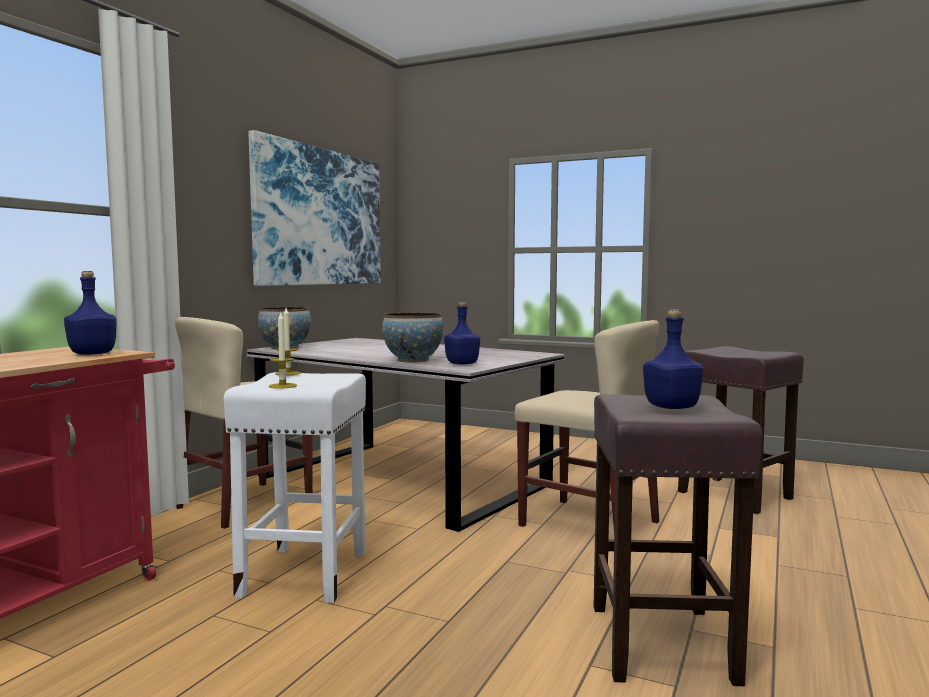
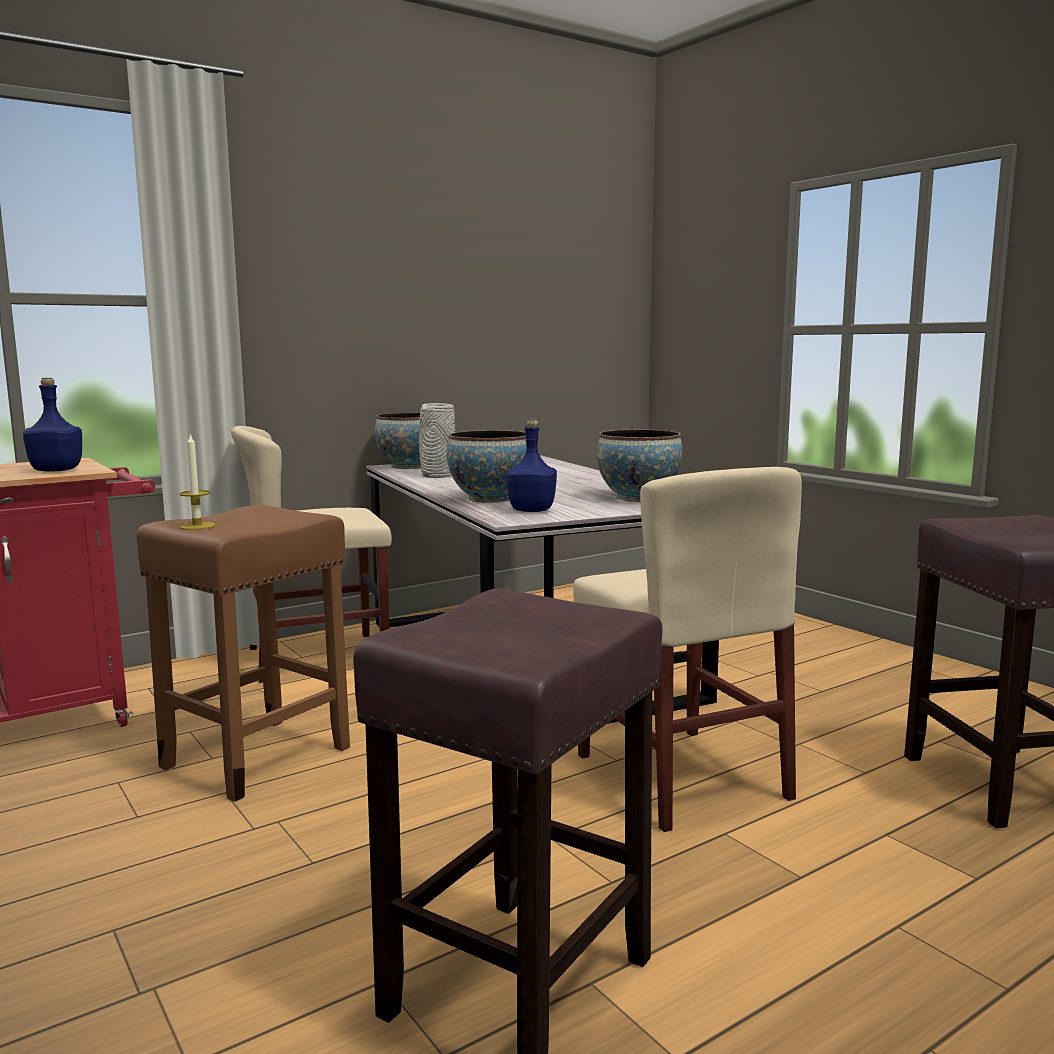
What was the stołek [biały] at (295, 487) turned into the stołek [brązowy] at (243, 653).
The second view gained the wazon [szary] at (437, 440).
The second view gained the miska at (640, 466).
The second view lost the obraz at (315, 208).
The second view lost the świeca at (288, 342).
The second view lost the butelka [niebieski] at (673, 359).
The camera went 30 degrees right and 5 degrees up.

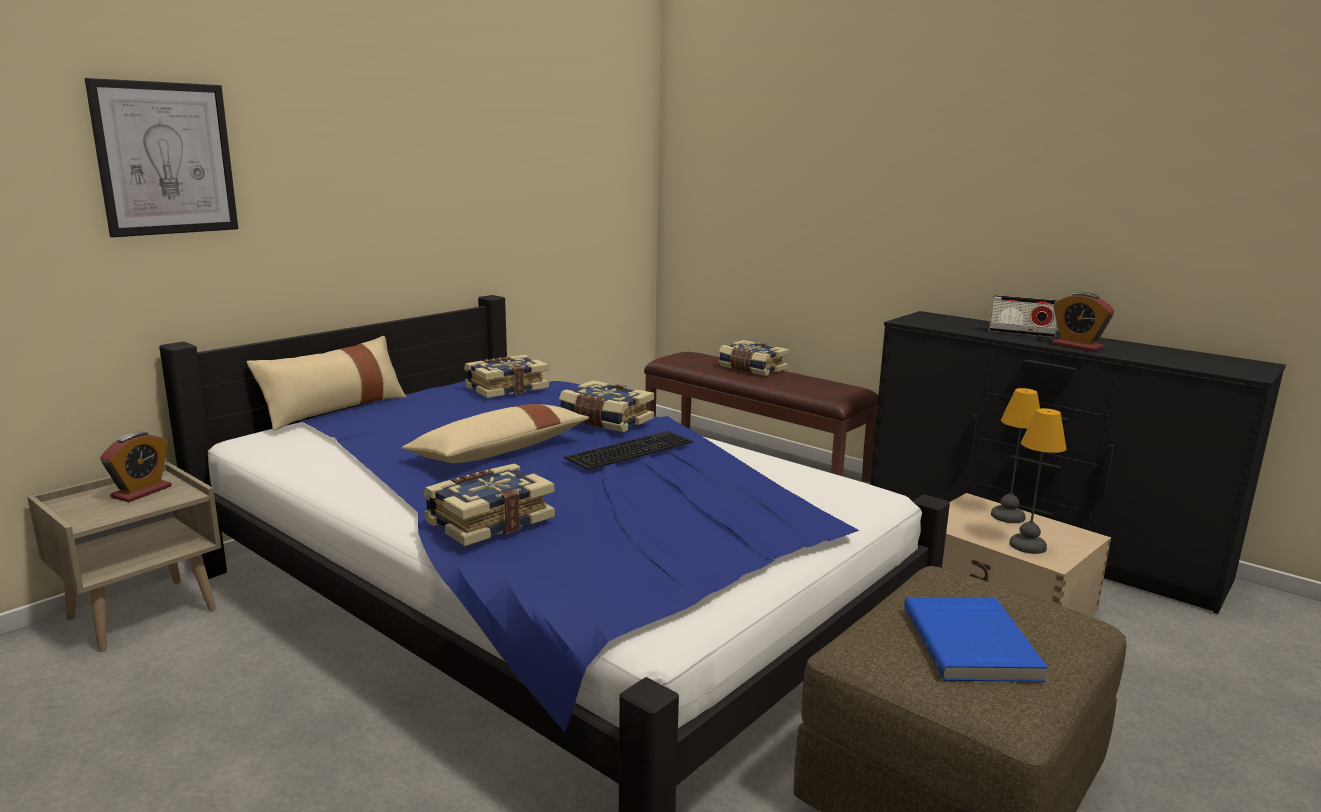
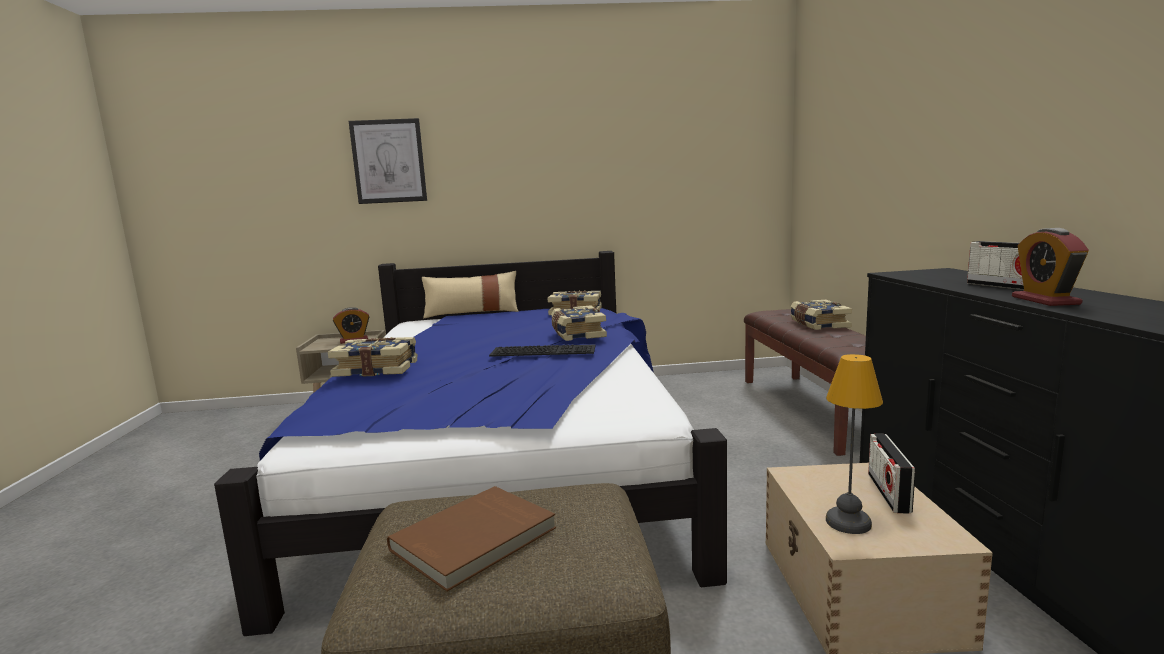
What was the książka [niebieski] at (976, 639) turned into the książka [brązowy] at (471, 538).
Where the lampa stołowa stood at (1015, 455), the radio came to stand at (891, 474).
The second view lost the poduszka [beżowy] at (495, 433).
The camera went 45 degrees right and 5 degrees down.

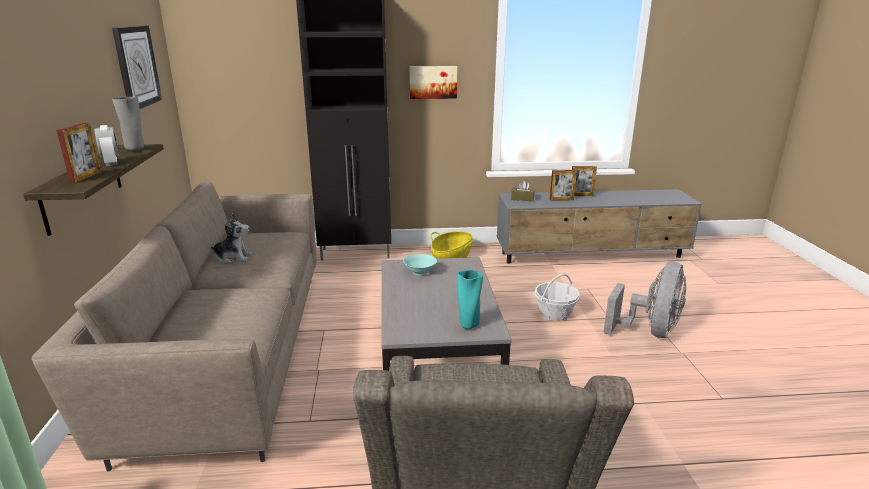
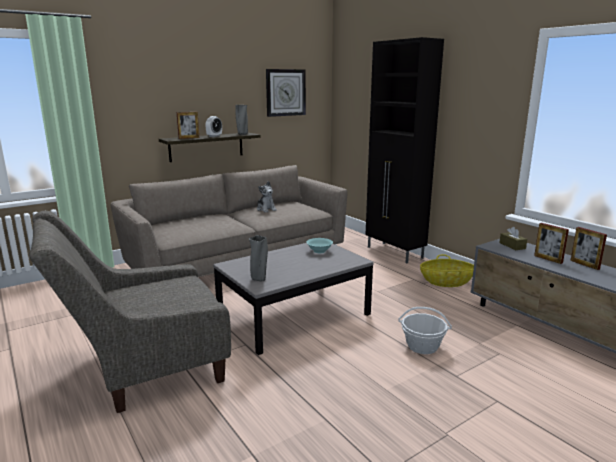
What was the wazon [turkusowy] at (470, 299) turned into the wazon [szary] at (258, 258).
The second view lost the obraz at (433, 82).
The second view lost the wentylator [szary] at (644, 300).
The camera went 60 degrees right and 5 degrees down.

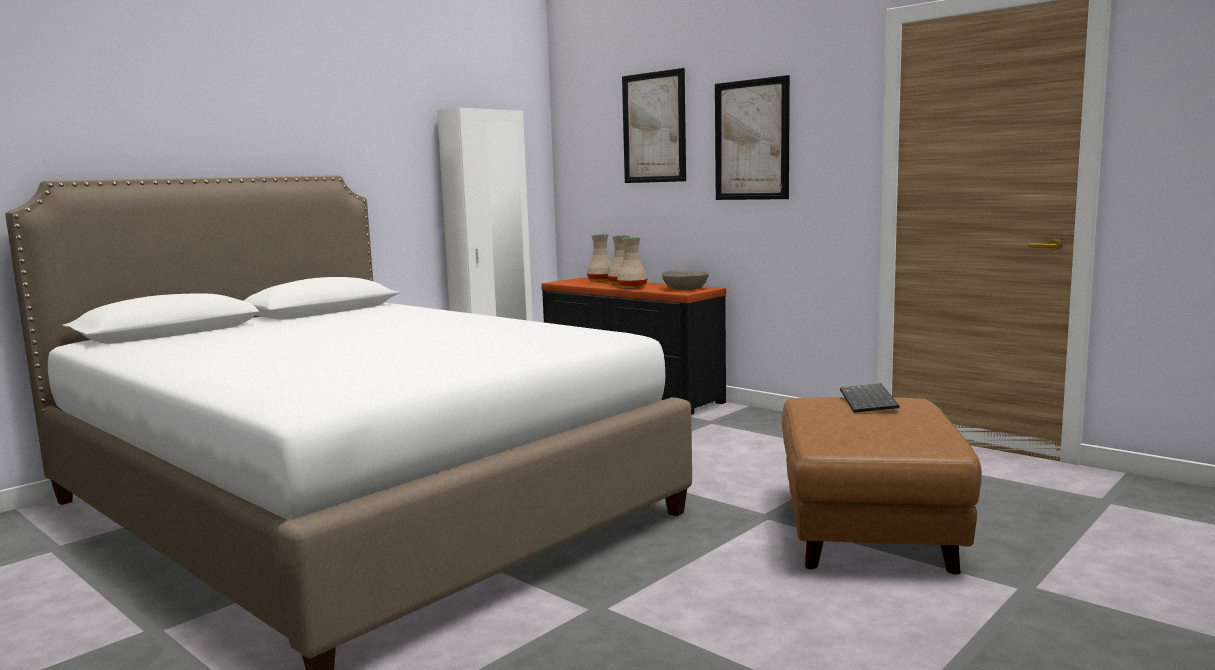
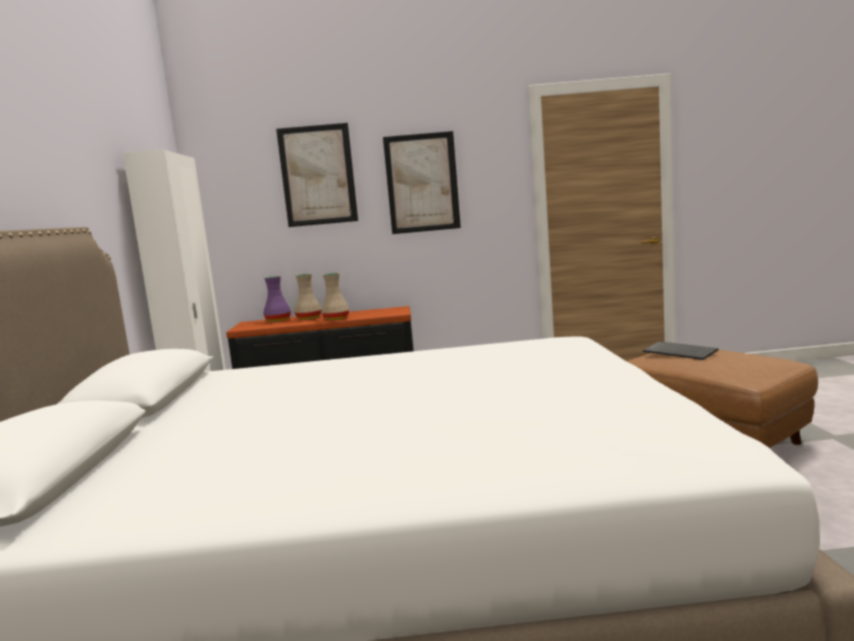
What was the wazon [beżowy] at (599, 258) turned into the wazon [fioletowy] at (277, 299).
The second view lost the miska [szary] at (685, 280).
The camera went 45 degrees left and 0 degrees up.

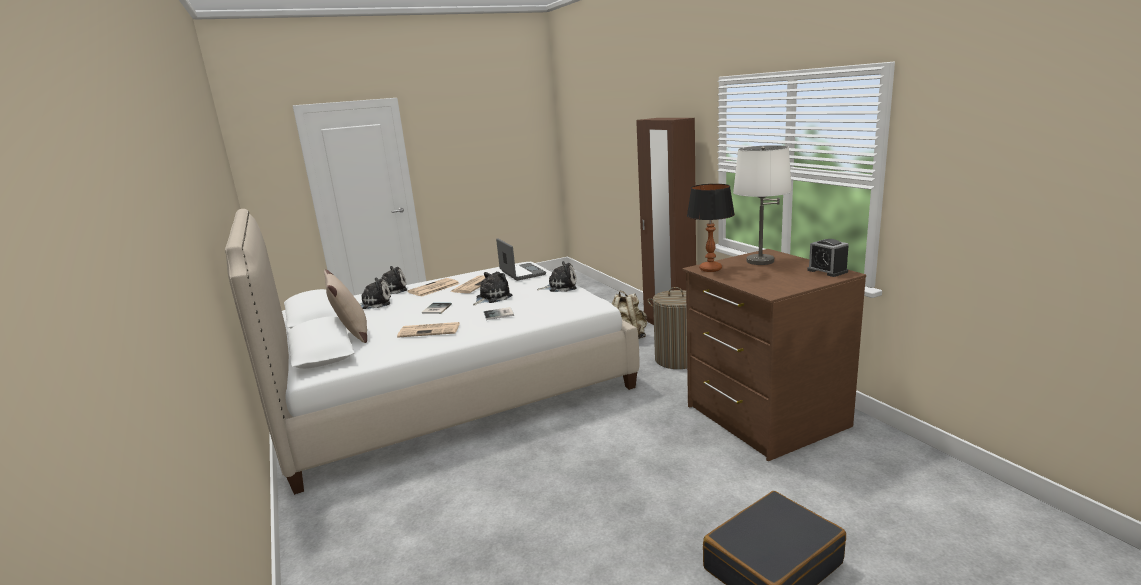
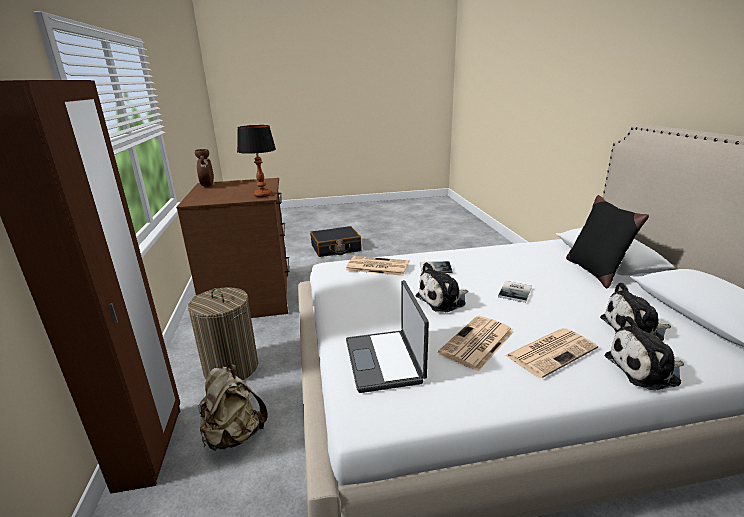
Where the budzik stood at (828, 258), the wazon [brązowy] came to stand at (204, 168).
The gazeta ended up elsewhere, having gone from (428, 330) to (377, 266).
What was the poduszka [beżowy] at (345, 306) turned into the poduszka [czarny] at (607, 242).
The second view lost the pluszak at (557, 276).
The second view lost the lampa stołowa [biały] at (762, 205).
The camera went 165 degrees left and 5 degrees up.

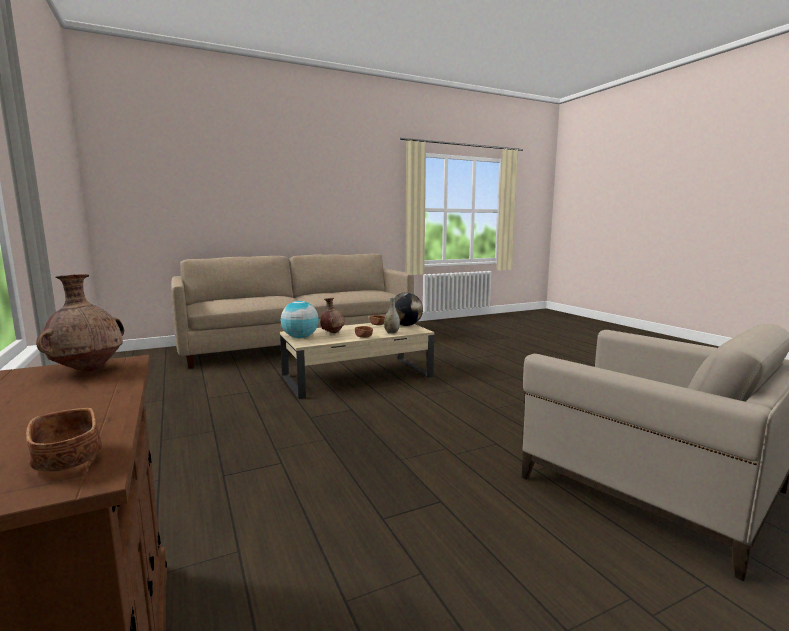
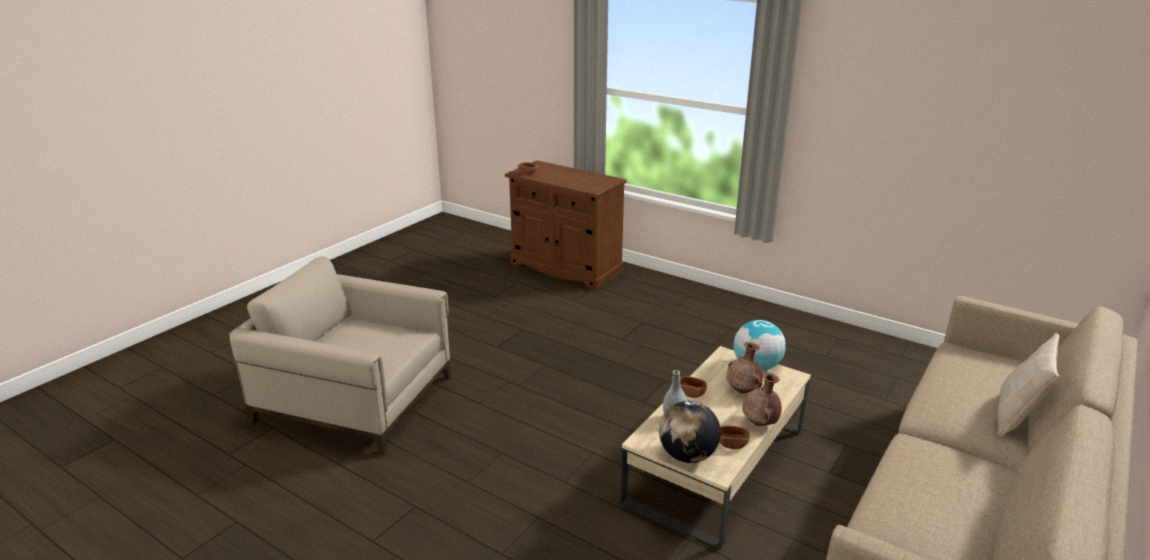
The wazon [brązowy] ended up elsewhere, having gone from (80, 322) to (762, 399).
The second view gained the poduszka [beżowy] at (1028, 385).
The camera went 150 degrees right and 15 degrees up.

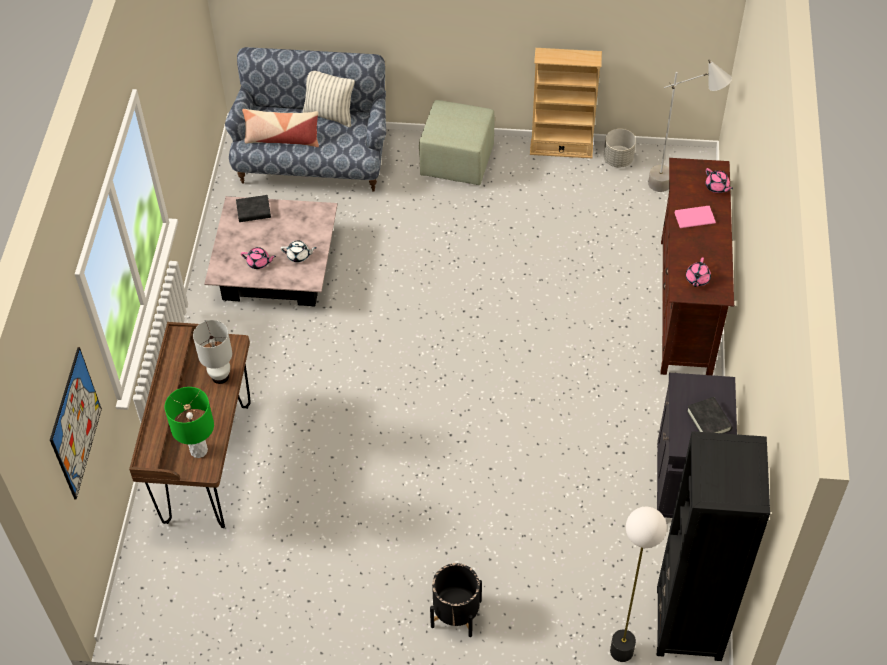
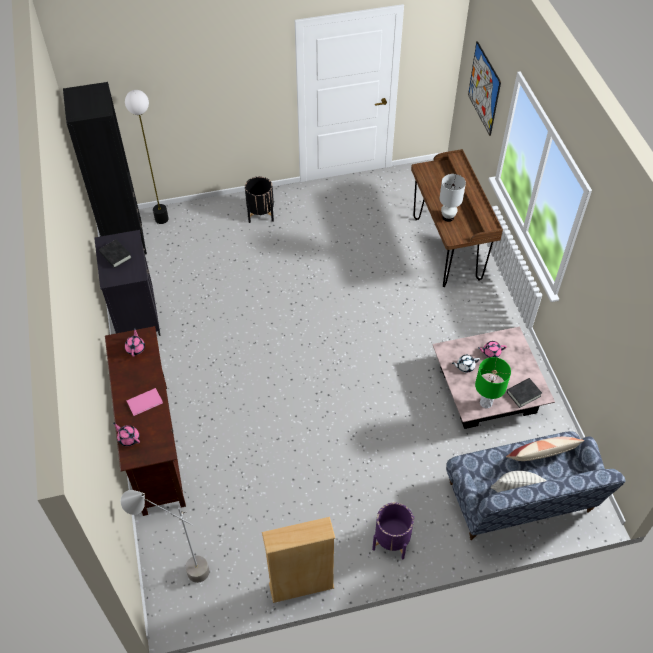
Where the pufa [zielony] stood at (457, 142), the donica [fioletowy] came to stand at (393, 530).
The lampa stołowa [zielony] ended up elsewhere, having gone from (189, 422) to (493, 383).
The second view lost the donica [szary] at (620, 148).
The camera went 160 degrees right and 0 degrees up.

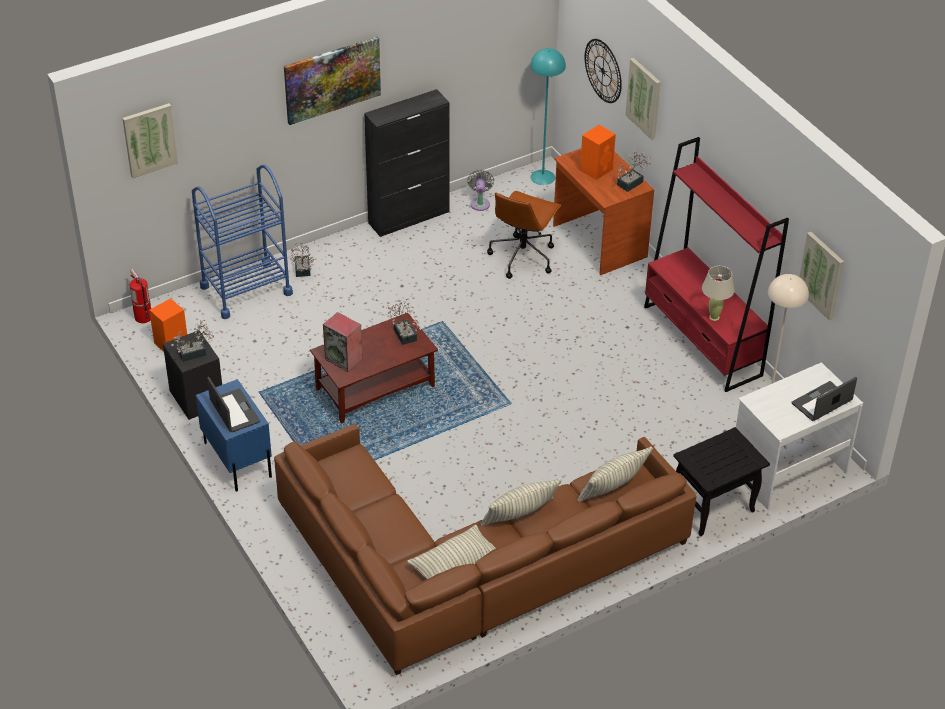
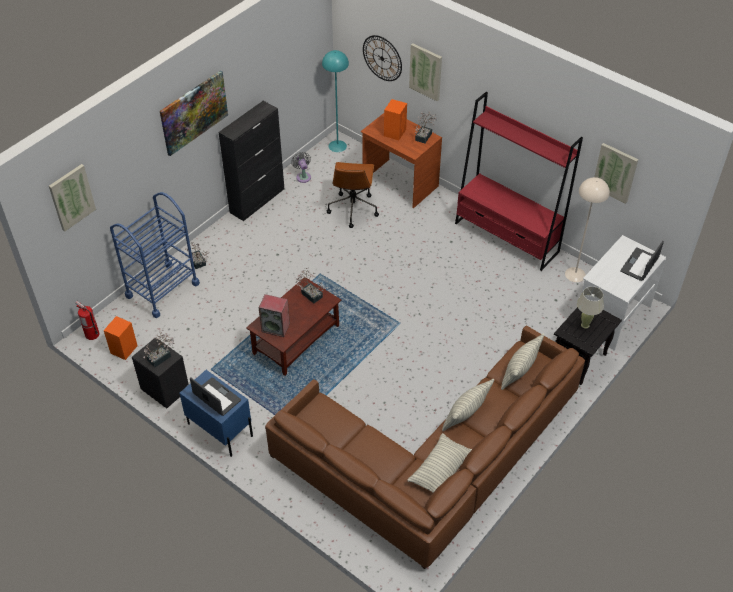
The lampa stołowa [beżowy] ended up elsewhere, having gone from (718, 293) to (590, 307).
The camera went 20 degrees left and 5 degrees up.

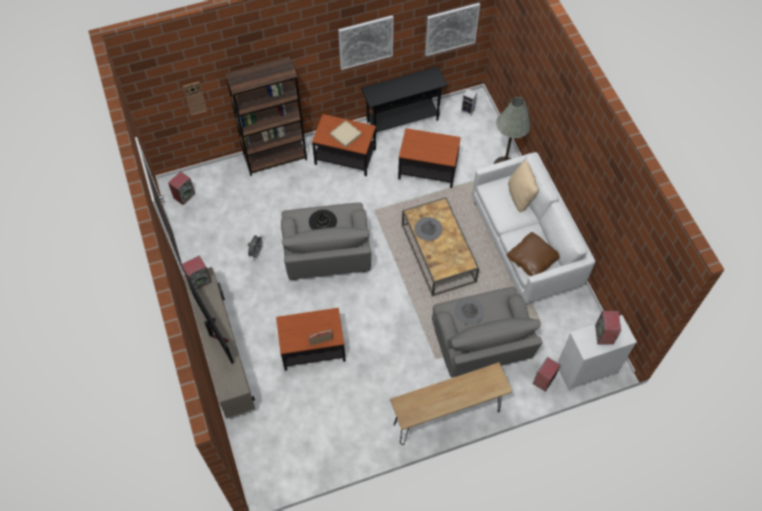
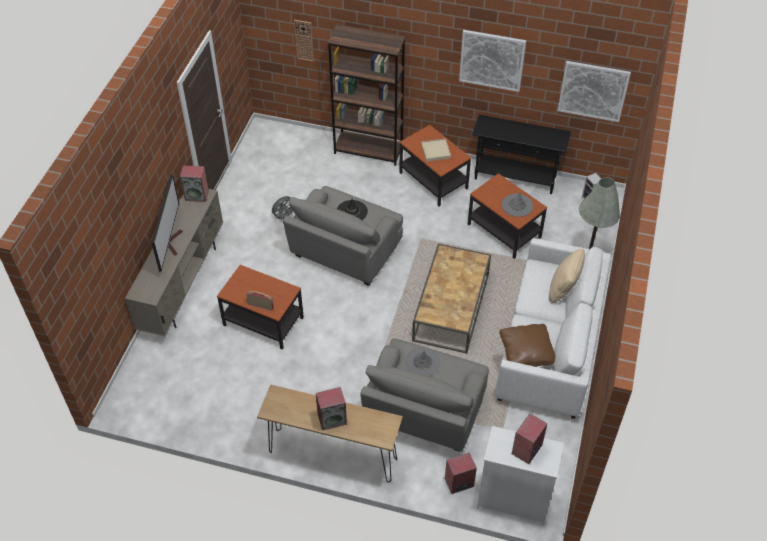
The głośnik ended up elsewhere, having gone from (181, 188) to (331, 409).
The kapelusz [szary] ended up elsewhere, having gone from (428, 229) to (517, 205).
The camera went 35 degrees right and 10 degrees down.

